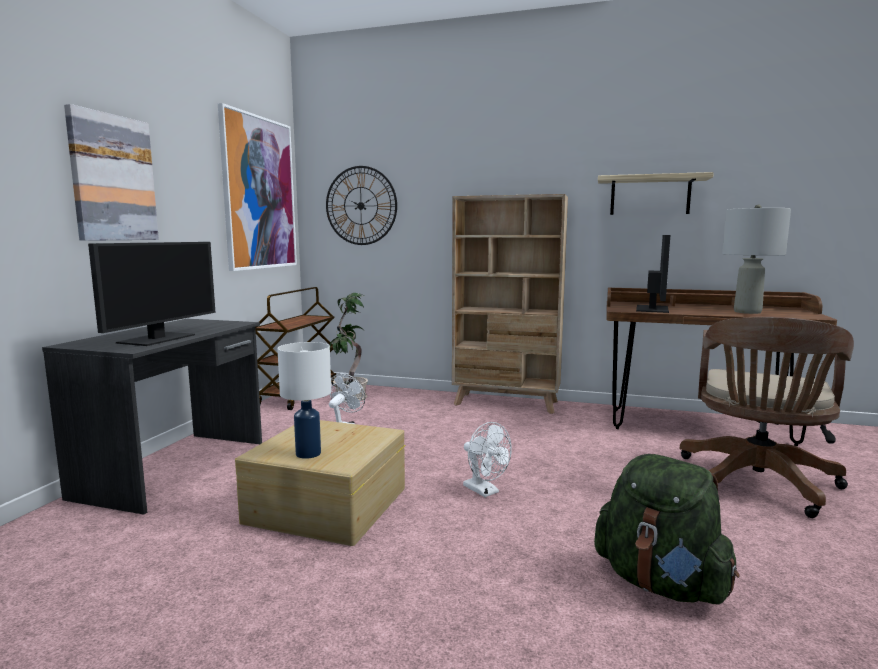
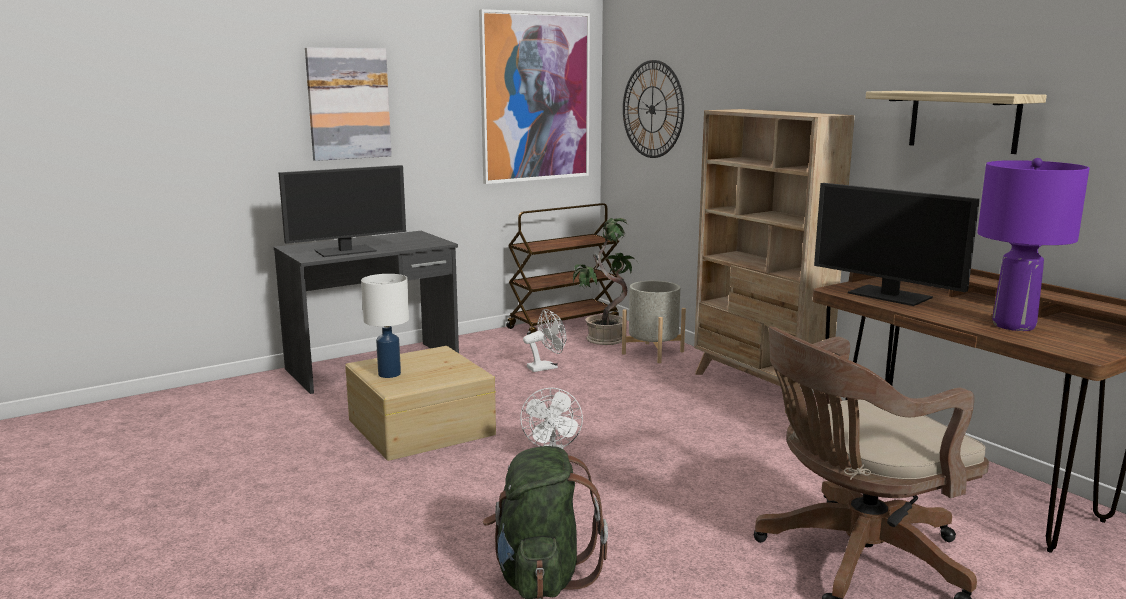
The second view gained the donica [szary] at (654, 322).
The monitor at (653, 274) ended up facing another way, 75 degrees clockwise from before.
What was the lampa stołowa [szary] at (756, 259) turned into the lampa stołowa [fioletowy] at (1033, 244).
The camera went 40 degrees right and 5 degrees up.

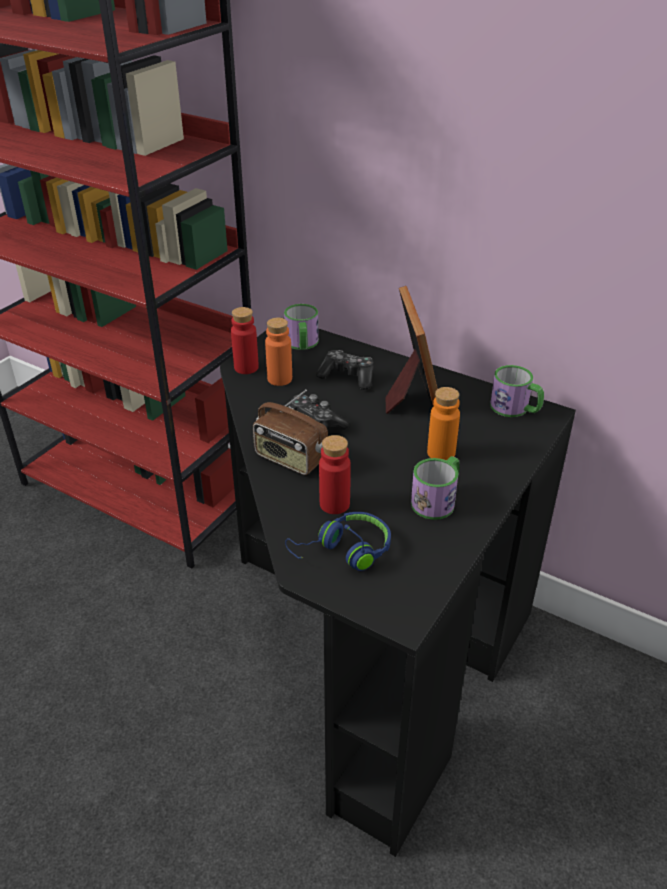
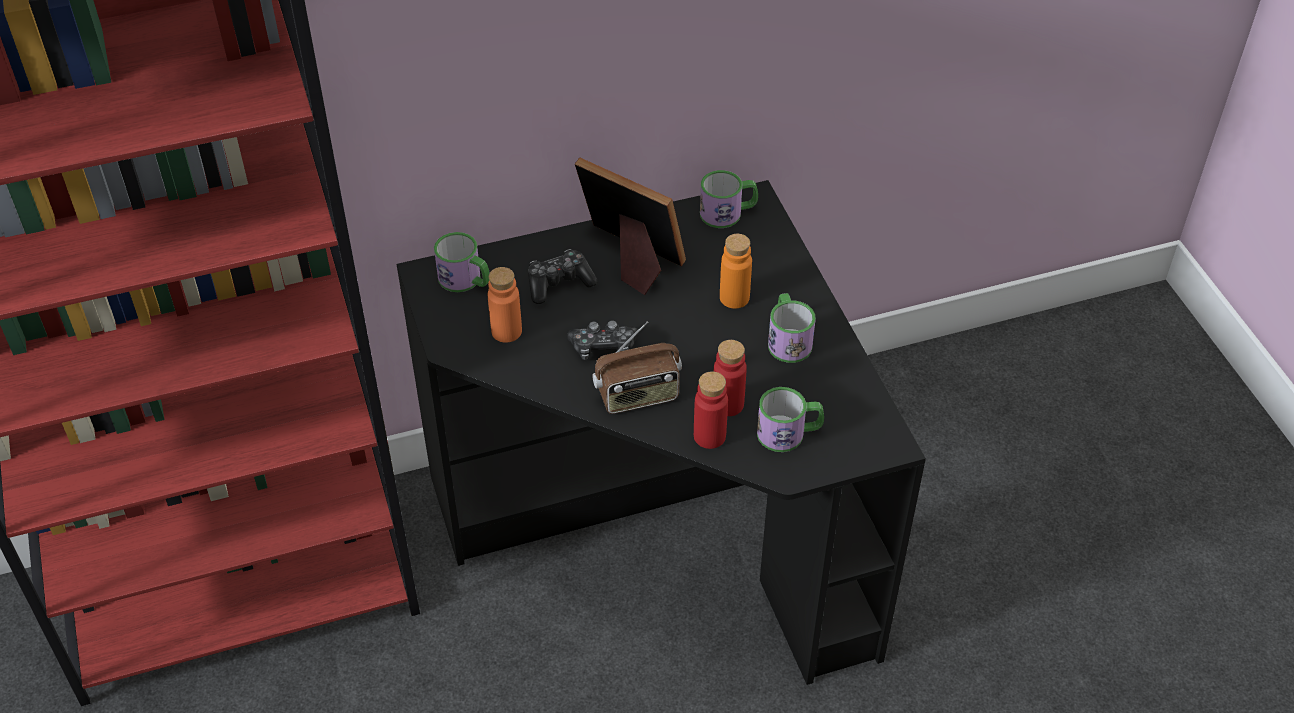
The butelka [czerwony] ended up elsewhere, having gone from (245, 340) to (711, 410).
Where the słuchawki [niebieski] stood at (338, 541), the kubek came to stand at (790, 419).
The camera went 50 degrees left and 10 degrees up.

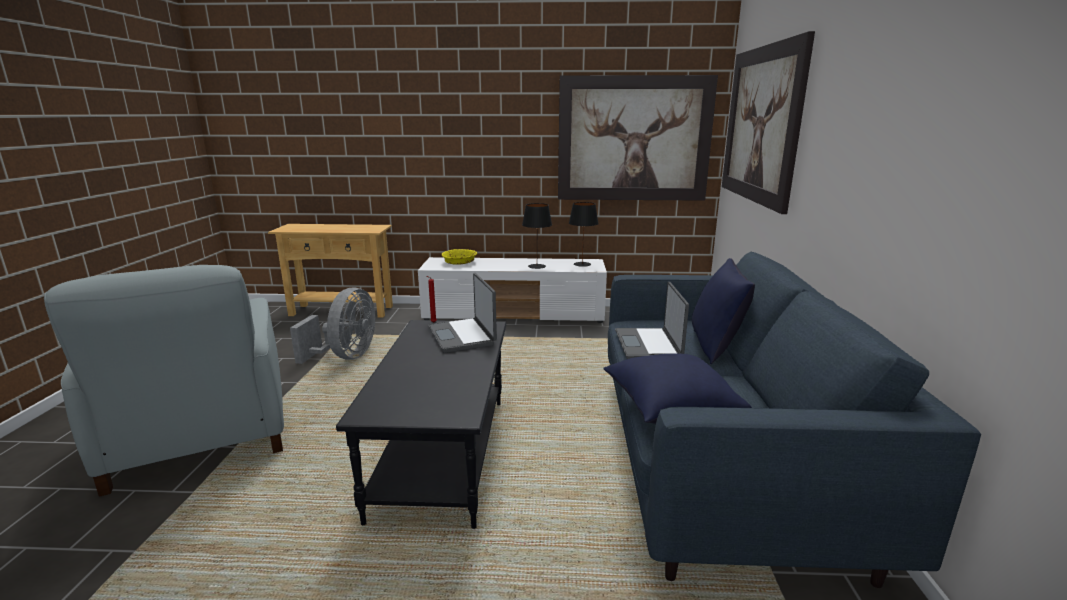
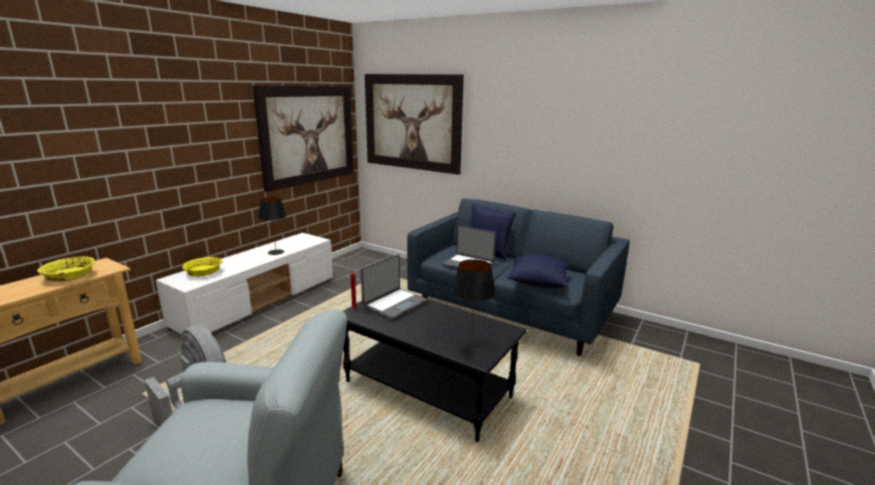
The second view gained the miska [żółty] at (66, 268).
The laptop at (462, 313) ended up facing another way, 60 degrees counterclockwise from before.
The lampa stołowa [czarny] ended up elsewhere, having gone from (584, 234) to (474, 305).
The camera went 60 degrees left and 0 degrees up.

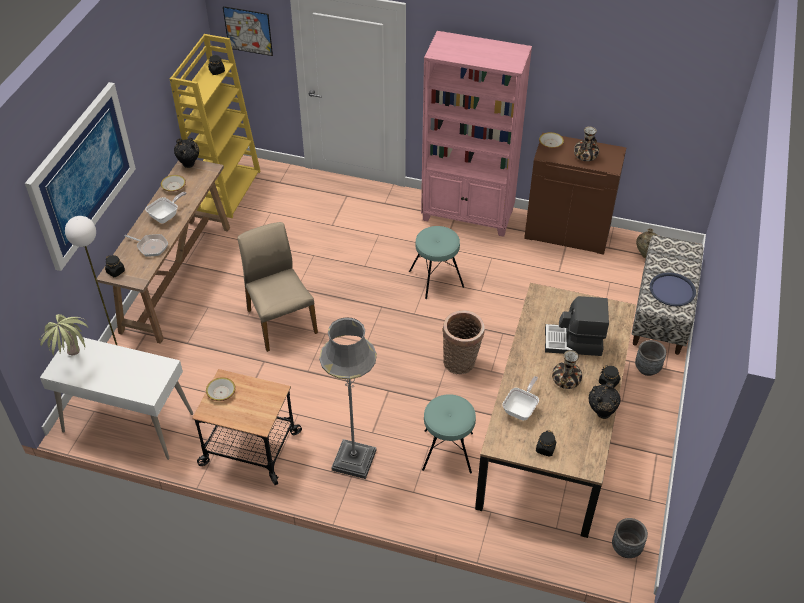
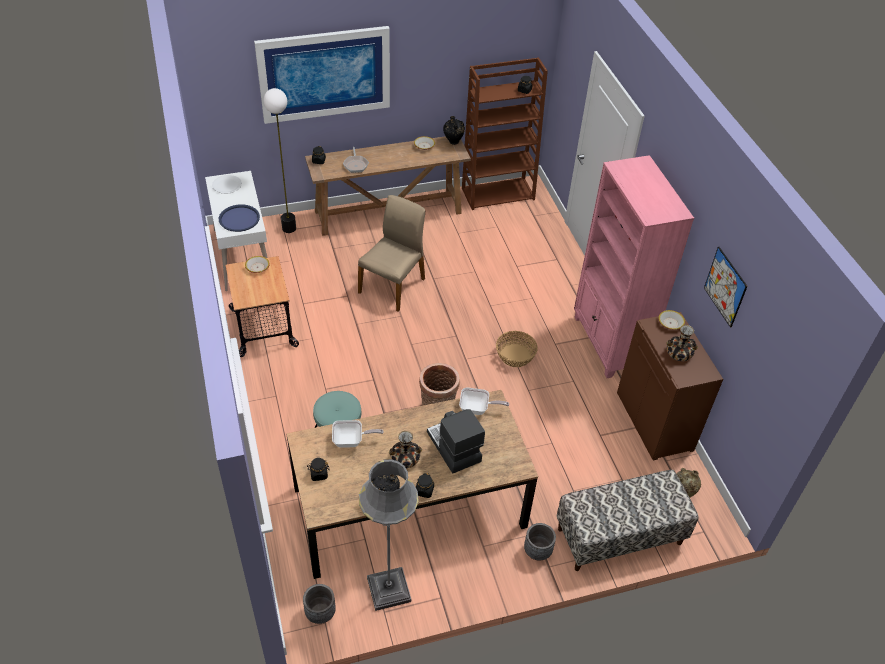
Where the roślina doniczkowa stood at (63, 335), the talerz [biały] came to stand at (227, 184).
The taca [niebieski] ended up elsewhere, having gone from (673, 289) to (239, 218).
The lampa stojąca [szary] ended up elsewhere, having gone from (348, 398) to (389, 535).
The patelnia ended up elsewhere, having gone from (166, 207) to (484, 401).
What was the regał [żółty] at (215, 126) turned into the regał [brązowy] at (505, 133).
Where the stołek [turkusowy] stood at (436, 262), the koszyk came to stand at (517, 349).
The obraz ended up elsewhere, having gone from (248, 31) to (726, 287).
The camera went 55 degrees right and 0 degrees up.

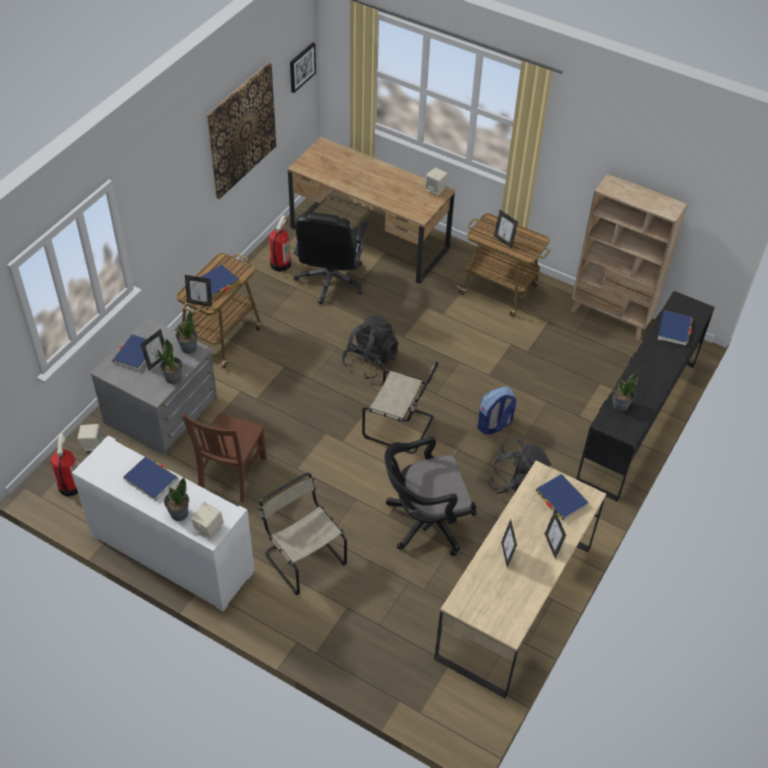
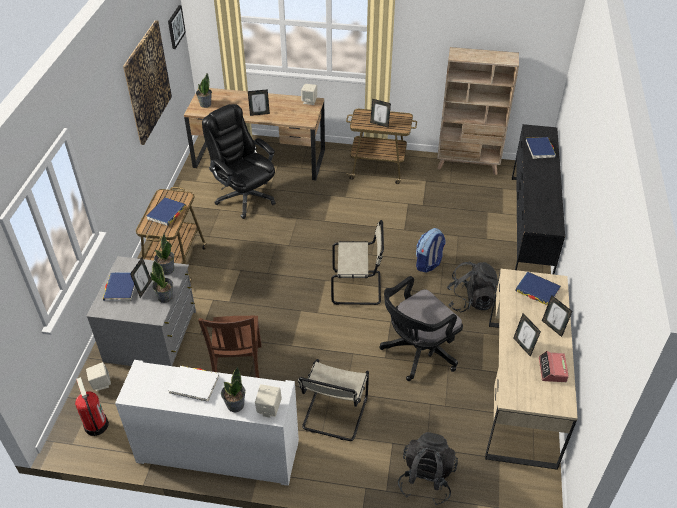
What was the książka [niebieski] at (150, 478) turned into the książka [biały] at (193, 384).
The roślina doniczkowa ended up elsewhere, having gone from (626, 391) to (204, 90).
The krzesło biurowe [czarny] at (330, 258) ended up facing another way, 150 degrees clockwise from before.
The ramka na zdjęcie ended up elsewhere, having gone from (198, 291) to (259, 102).
The krzesło [beżowy] at (303, 534) ended up facing another way, 105 degrees counterclockwise from before.
The plecak [czarny] ended up elsewhere, having gone from (370, 347) to (428, 468).
The second view gained the budzik at (554, 366).
The second view lost the gaśnica at (280, 244).
The camera went 20 degrees left and 5 degrees down.

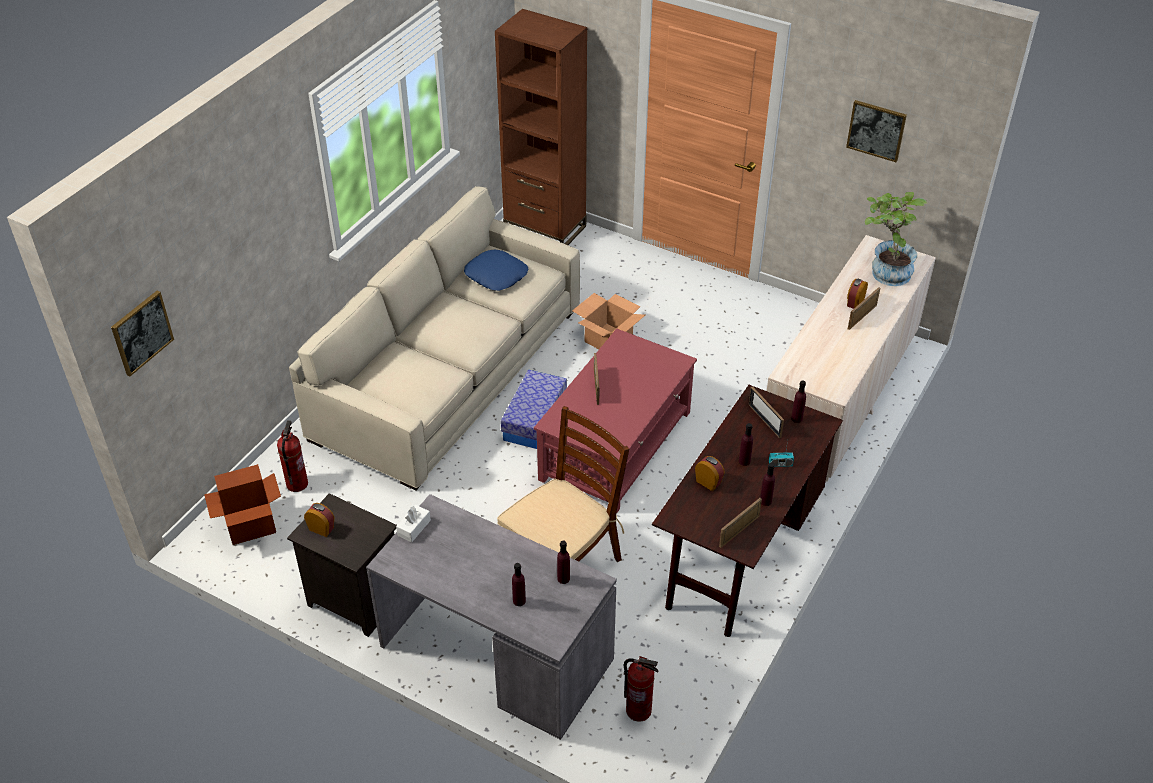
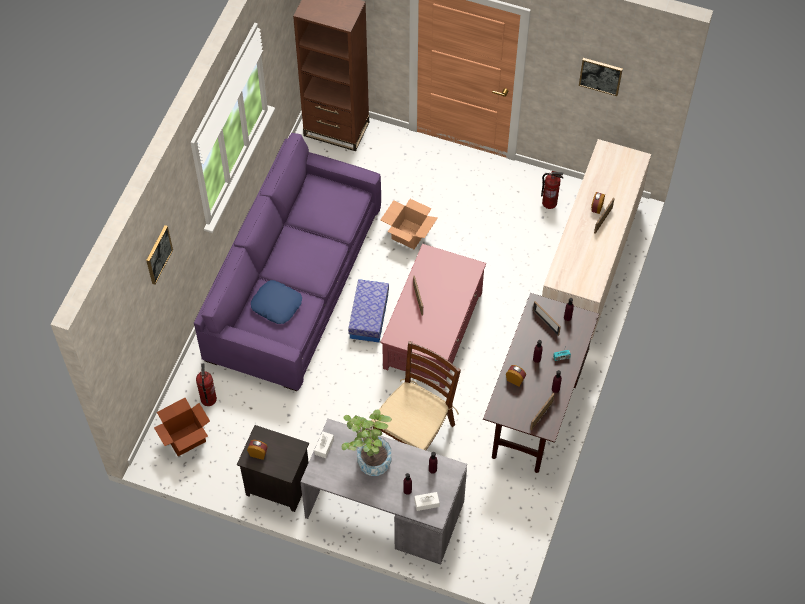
The obraz ended up elsewhere, having gone from (142, 333) to (159, 255).
What was the kanapa [beżowy] at (434, 338) turned into the kanapa [fioletowy] at (287, 262).
The poduszka [niebieski] ended up elsewhere, having gone from (496, 270) to (276, 302).
The roślina doniczkowa ended up elsewhere, having gone from (896, 239) to (366, 442).
The second view gained the pudełko chusteczek [biały] at (427, 501).
The gaśnica ended up elsewhere, having gone from (641, 689) to (552, 190).
The camera went 10 degrees left and 15 degrees up.

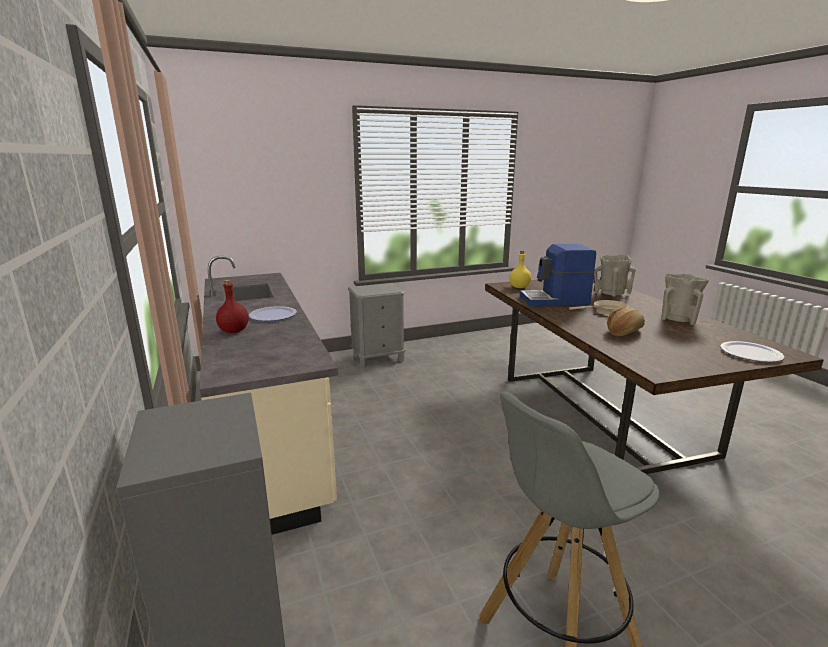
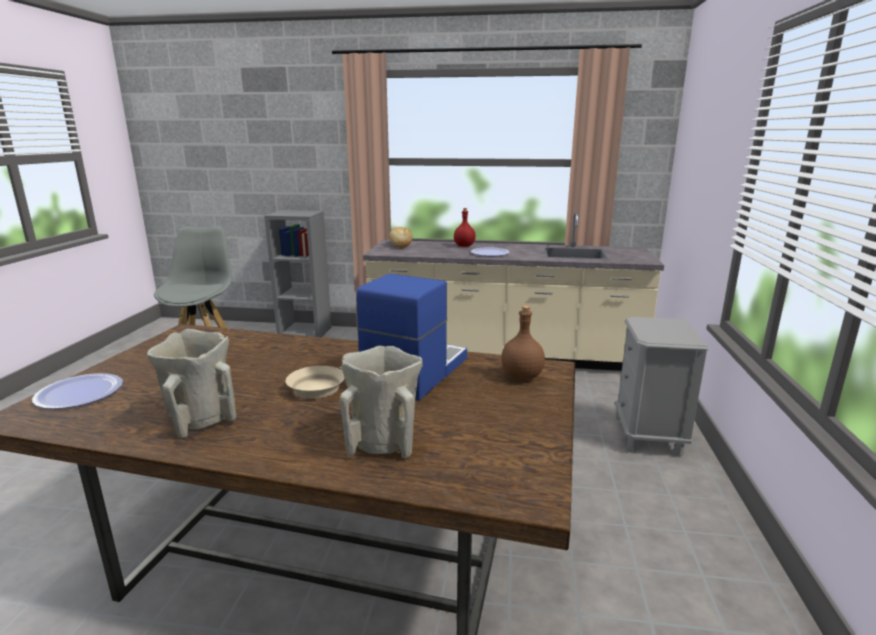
The chleb ended up elsewhere, having gone from (626, 321) to (401, 237).
What was the butelka [żółty] at (520, 269) turned into the butelka [brązowy] at (523, 342).
The camera went 120 degrees right and 0 degrees up.

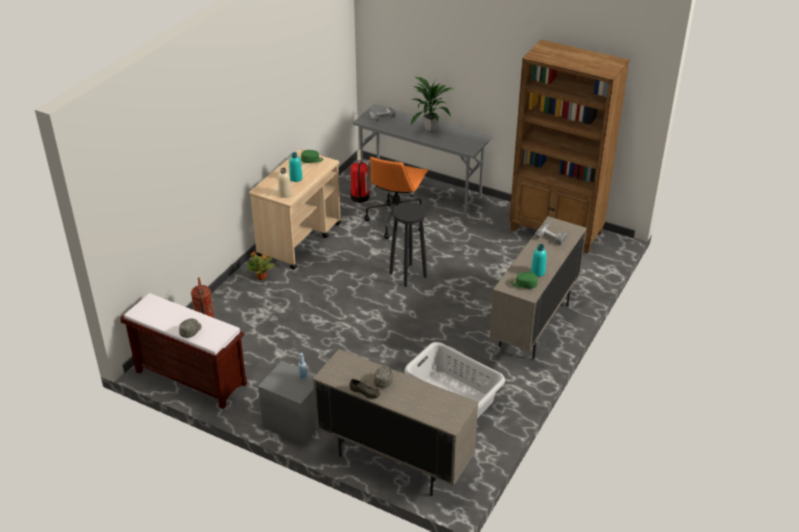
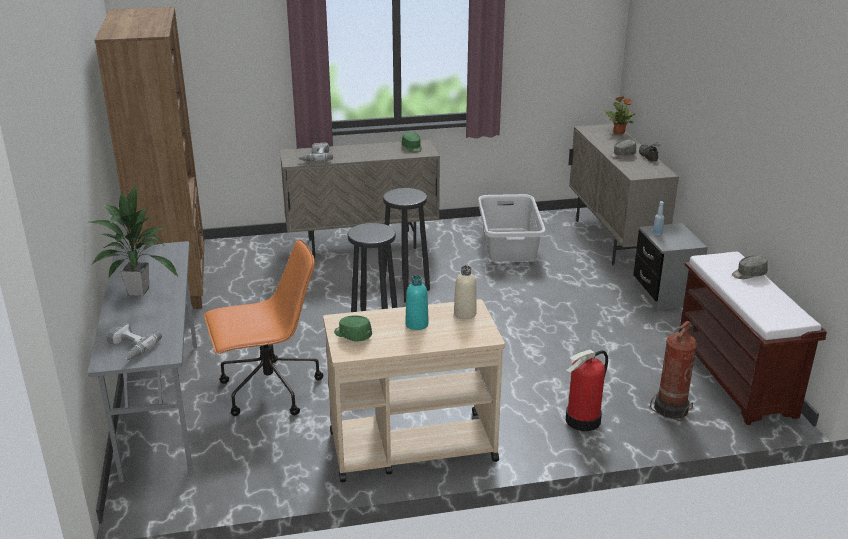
The second view gained the stołek [czarny] at (405, 245).
The gaśnica ended up elsewhere, having gone from (360, 176) to (587, 390).
The roślina doniczkowa ended up elsewhere, having gone from (260, 265) to (621, 115).
The second view lost the butelka [turkusowy] at (539, 260).
The camera went 130 degrees left and 10 degrees down.

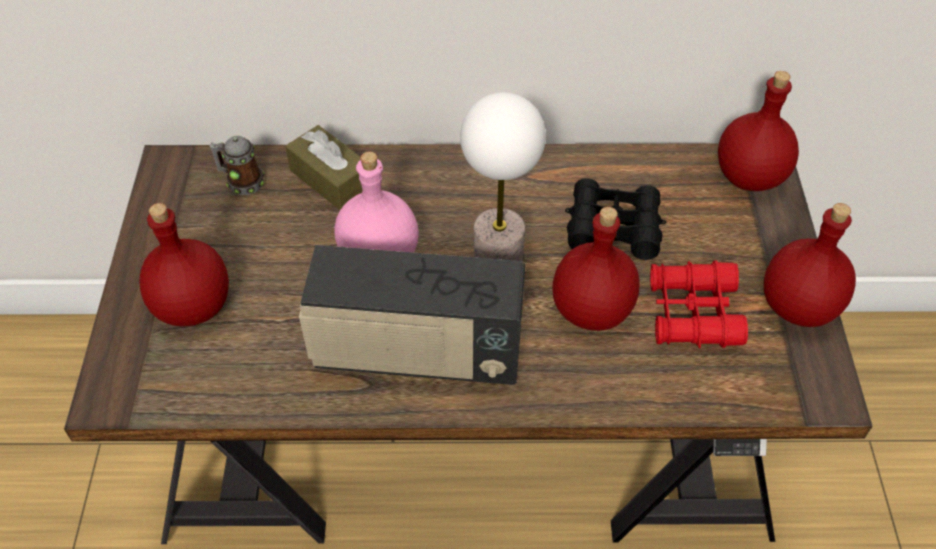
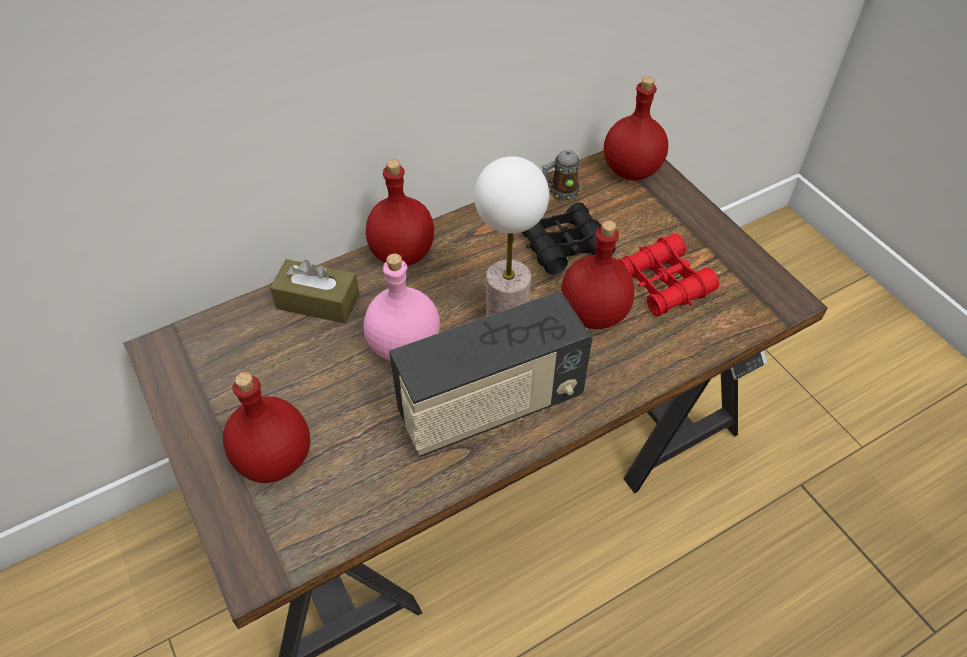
The butelka [czerwony] ended up elsewhere, having gone from (810, 265) to (400, 212).
The kubek ended up elsewhere, having gone from (237, 165) to (561, 175).
The camera went 30 degrees left and 0 degrees up.

